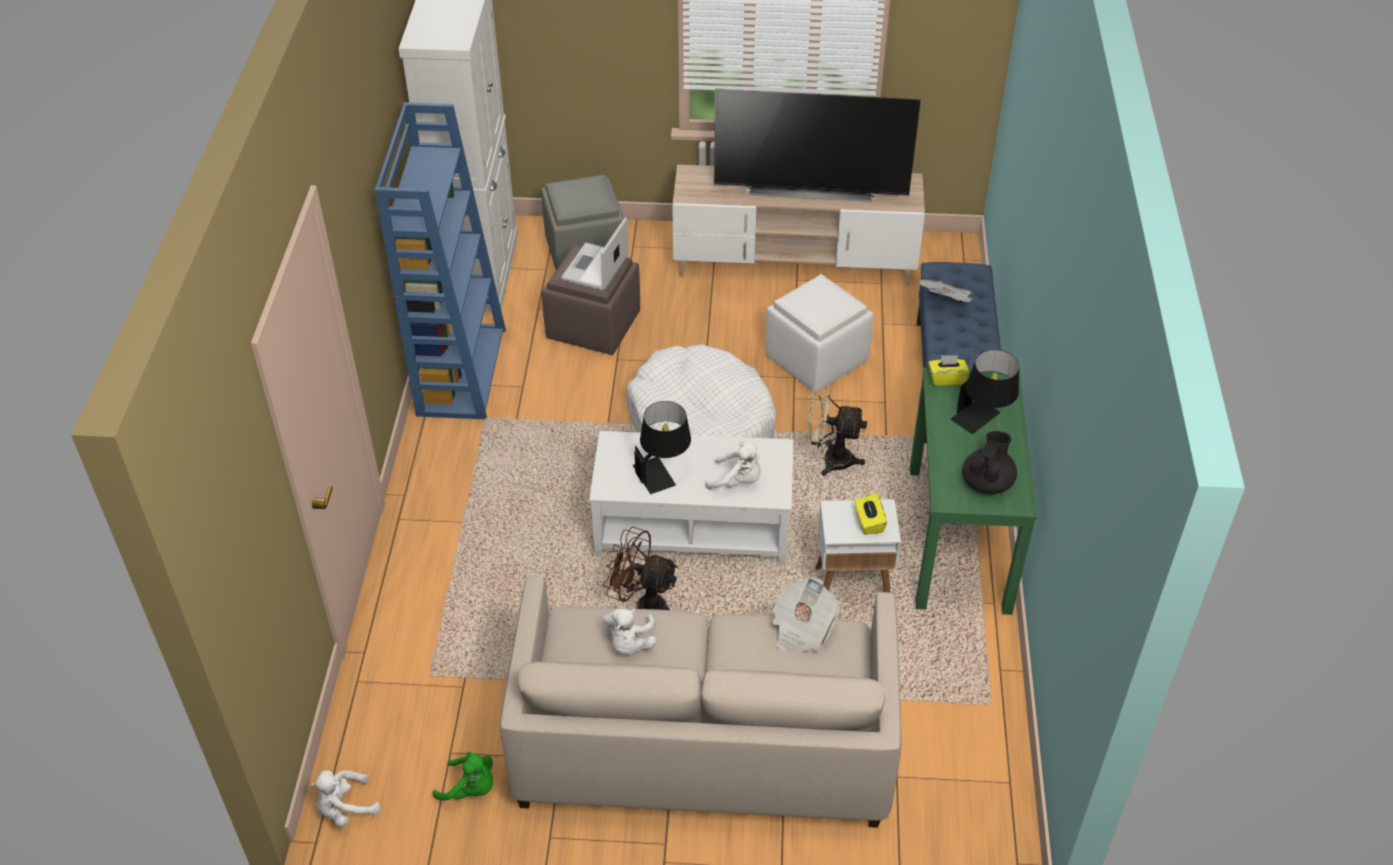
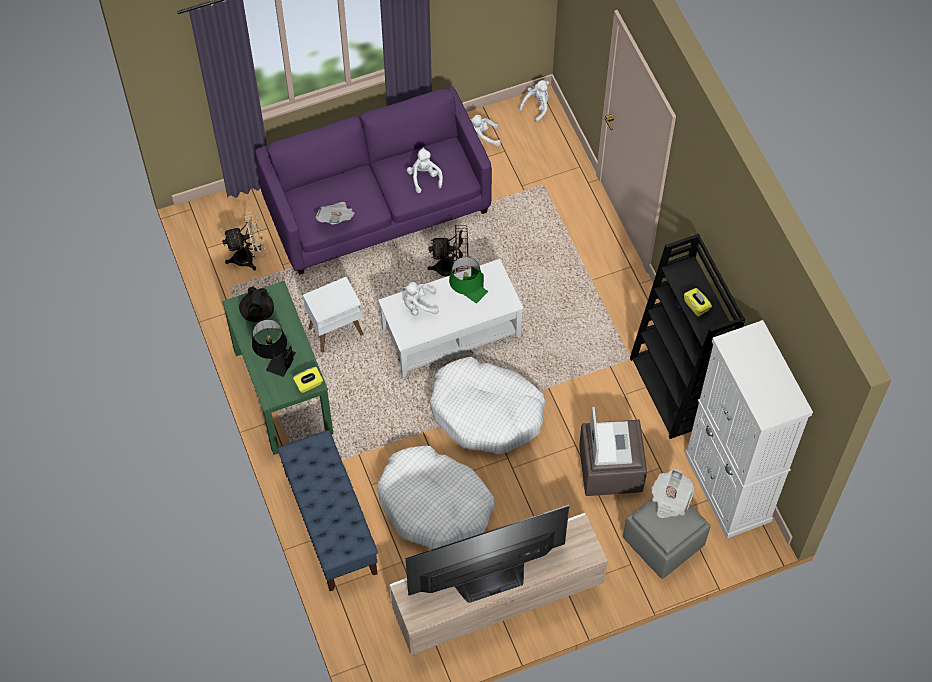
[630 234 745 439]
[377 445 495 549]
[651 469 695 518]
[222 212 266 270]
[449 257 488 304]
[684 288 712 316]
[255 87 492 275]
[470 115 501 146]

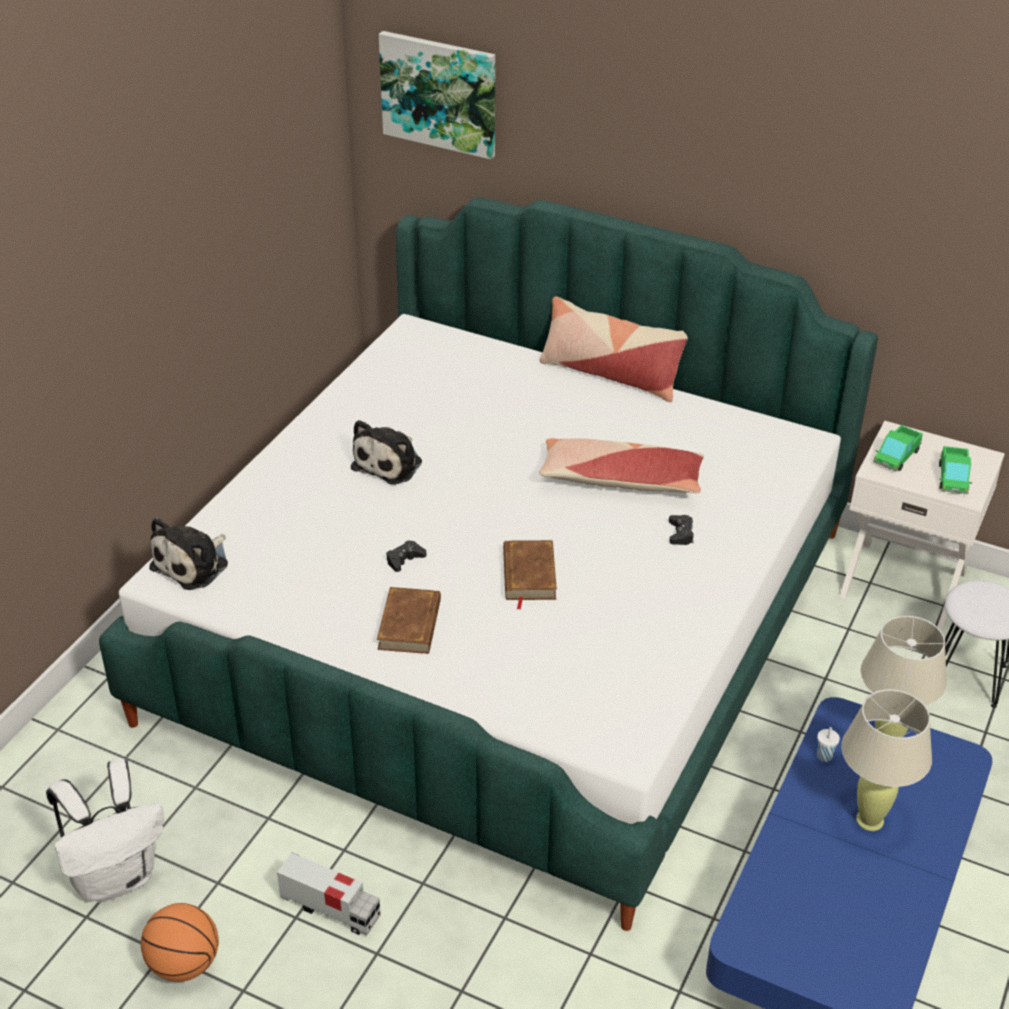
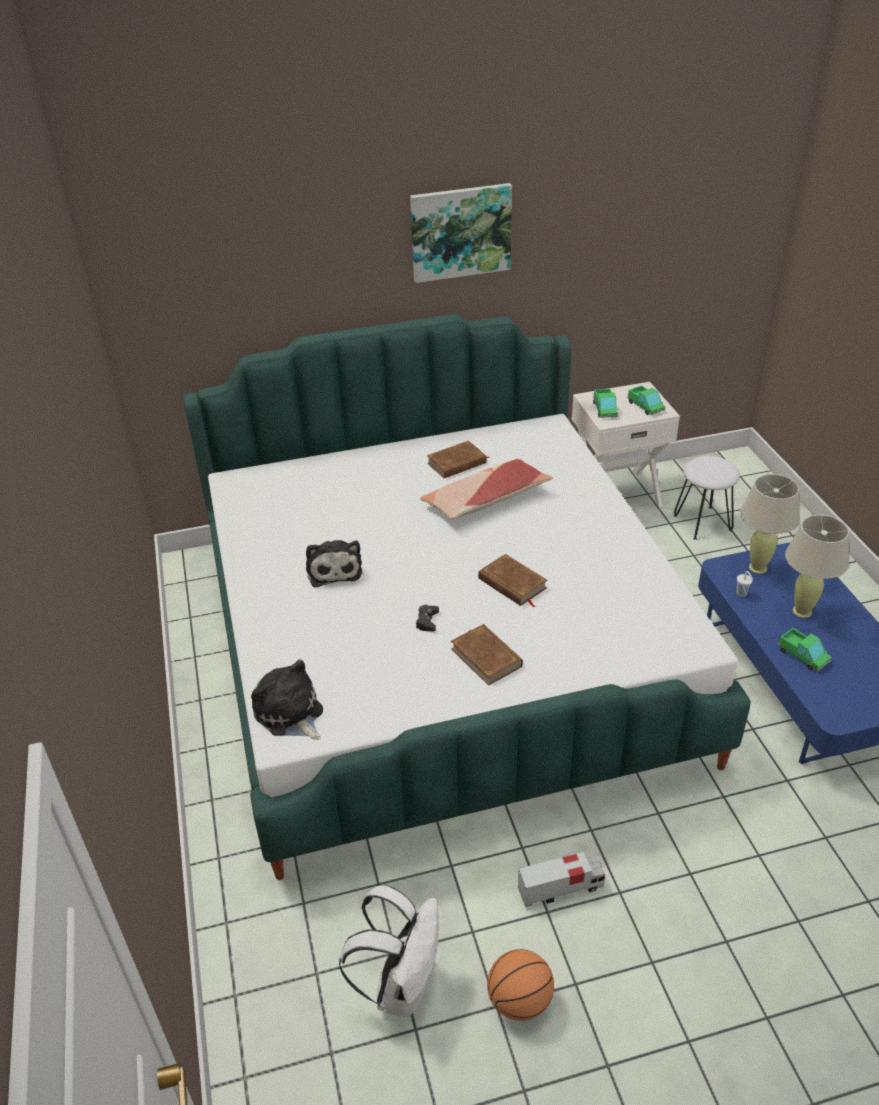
[410 183 512 283]
[540 296 688 402] (first image)
[669 515 694 545] (first image)
[251 659 323 740]
[427 441 490 478]
[778 628 832 671]

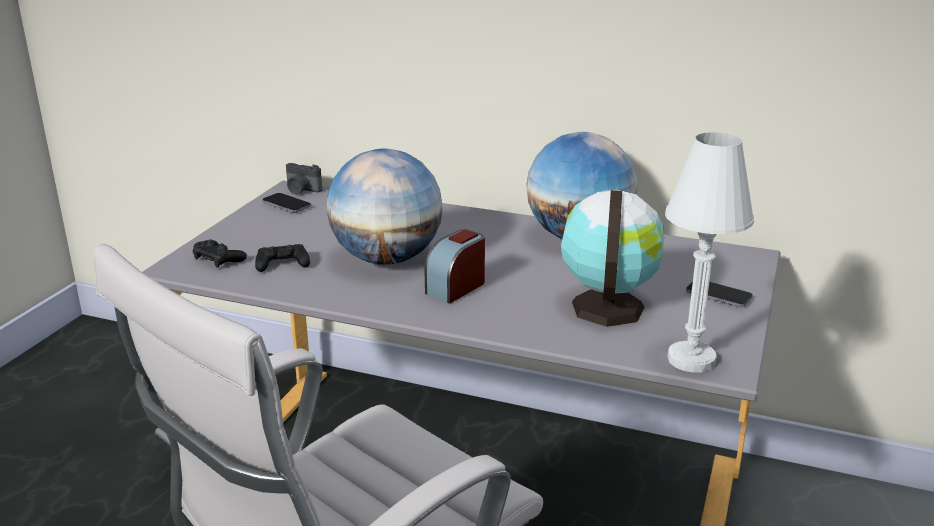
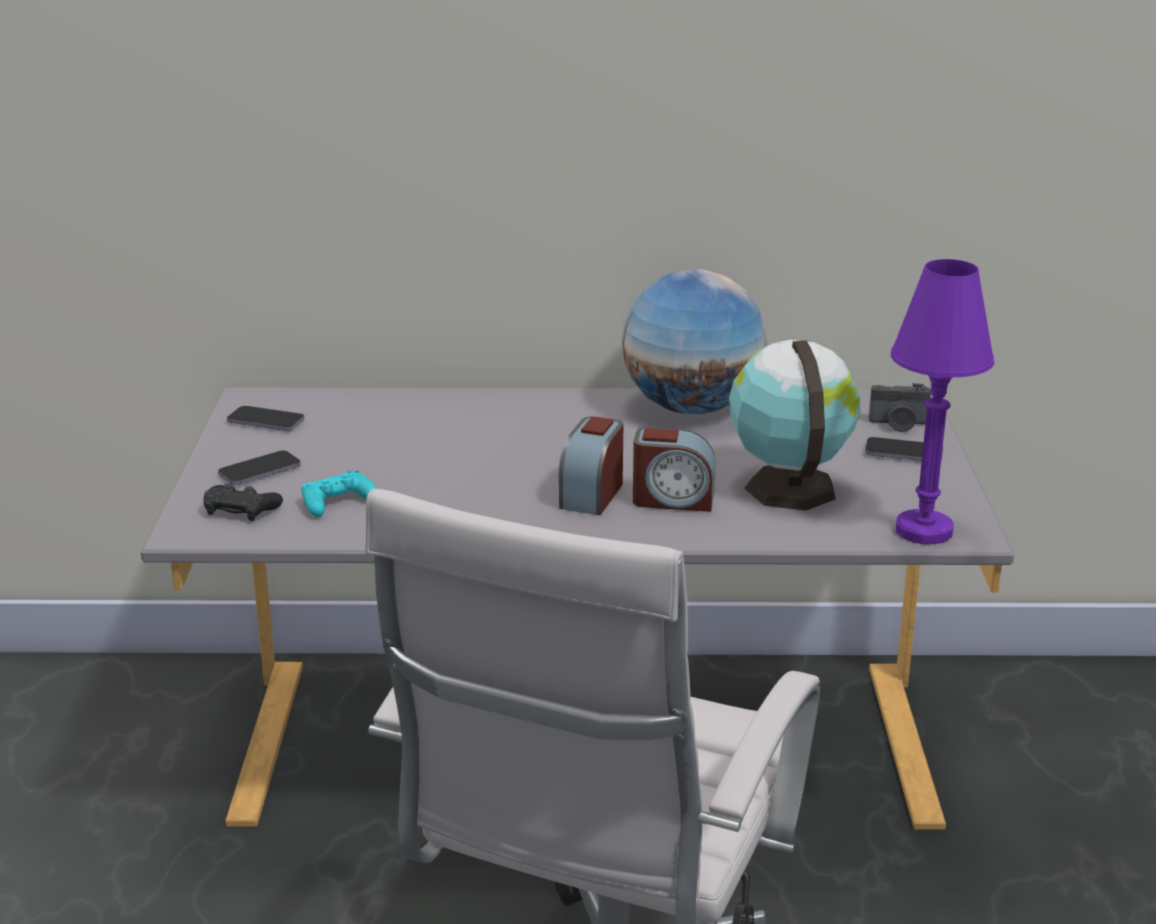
[891 259 994 544]
[326 149 443 265] (first image)
[869 383 931 432]
[301 471 377 517]
[633 427 715 512]
[218 450 301 485]

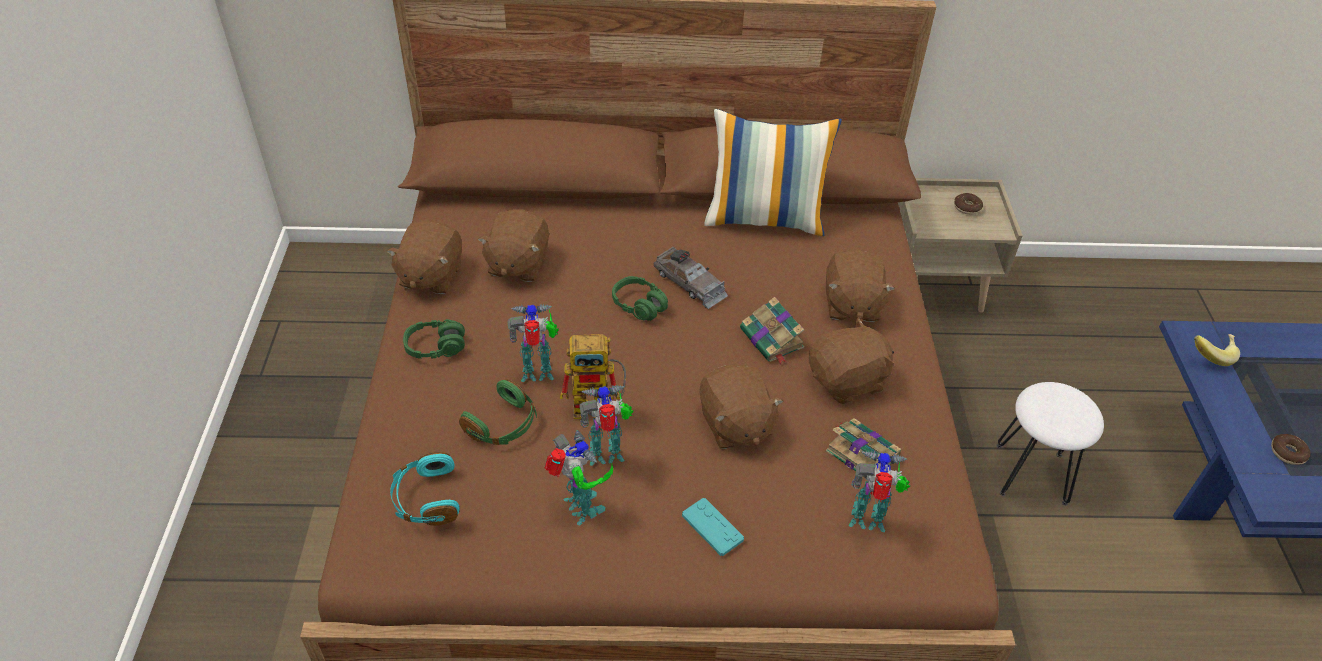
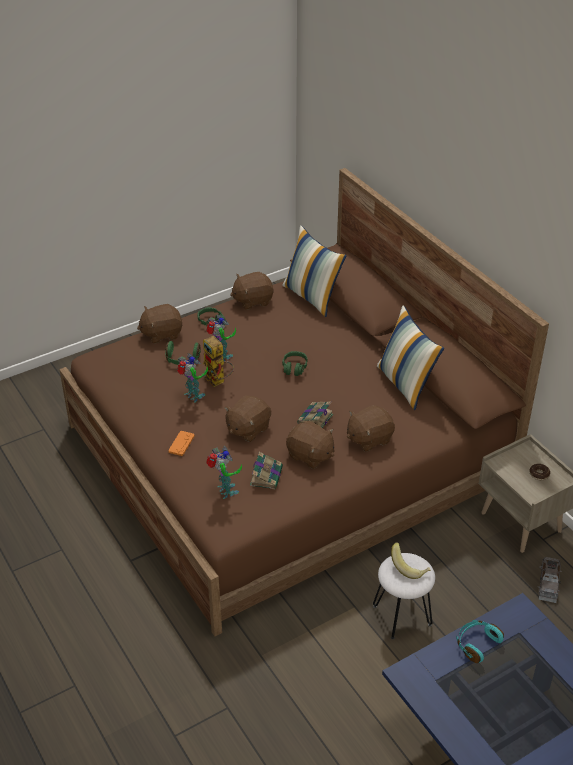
[137 304 182 344]
[538 557 562 603]
[391 542 431 579]
[545 430 613 525] (first image)
[1271 434 1311 465] (first image)
[456 620 504 663]
[168 431 195 456]
[283 225 347 317]

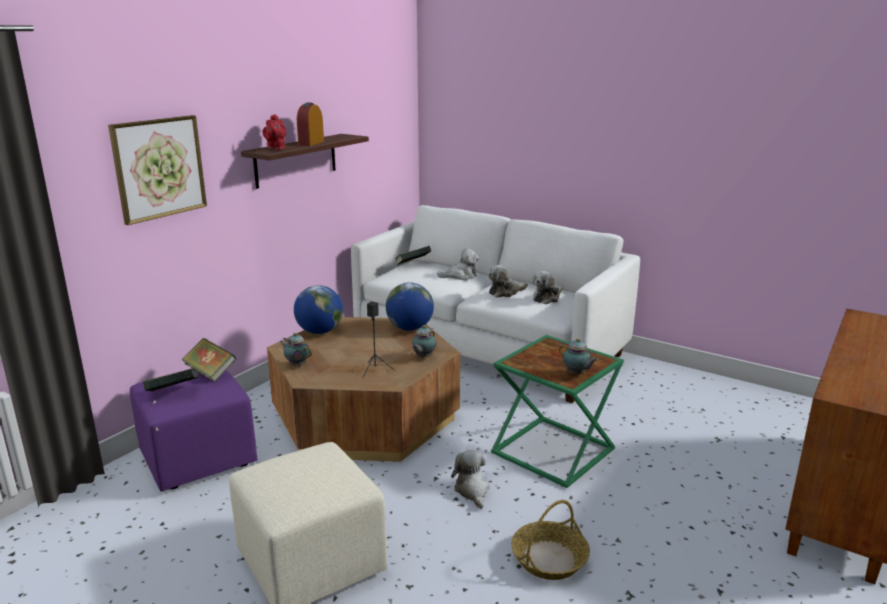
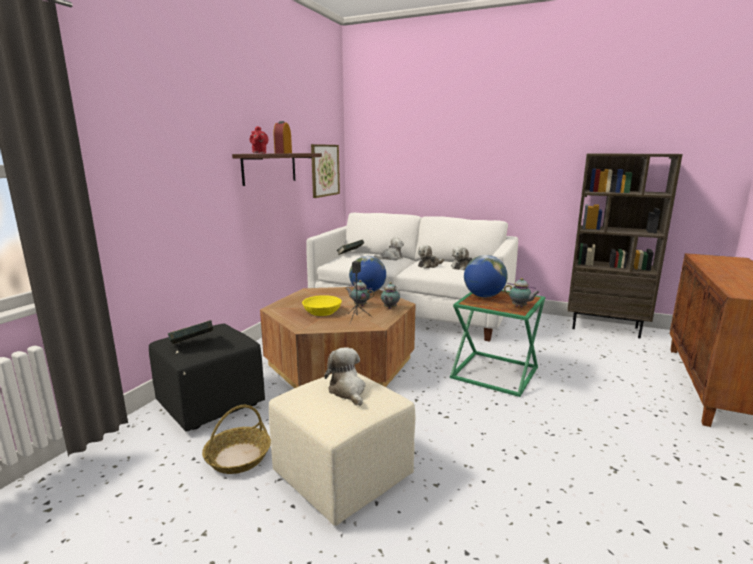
[311 144 340 198]
[464 255 508 297]
[346 280 374 306]
[181 338 236 382] (first image)
[149 324 265 432]
[324 347 365 406]
[202 405 271 474]
[567 154 683 338]
[302 295 342 316]

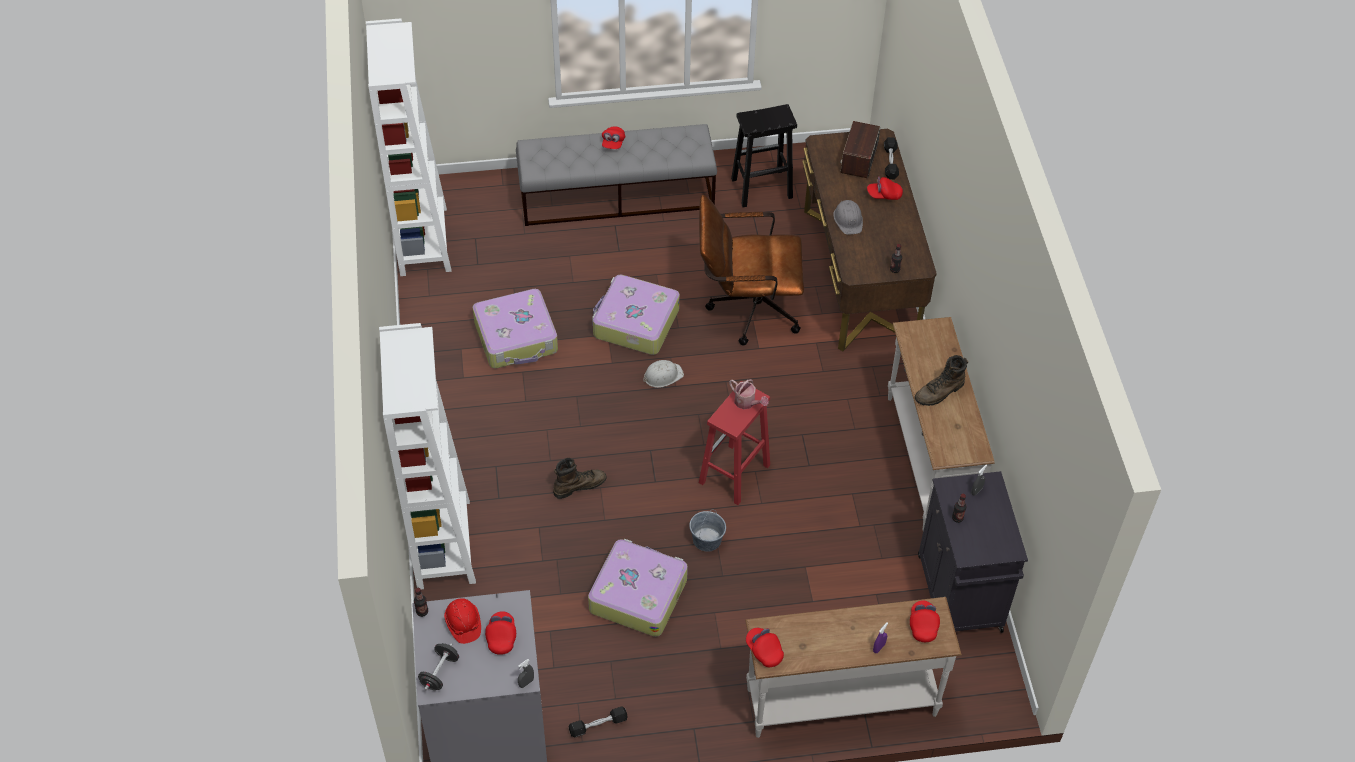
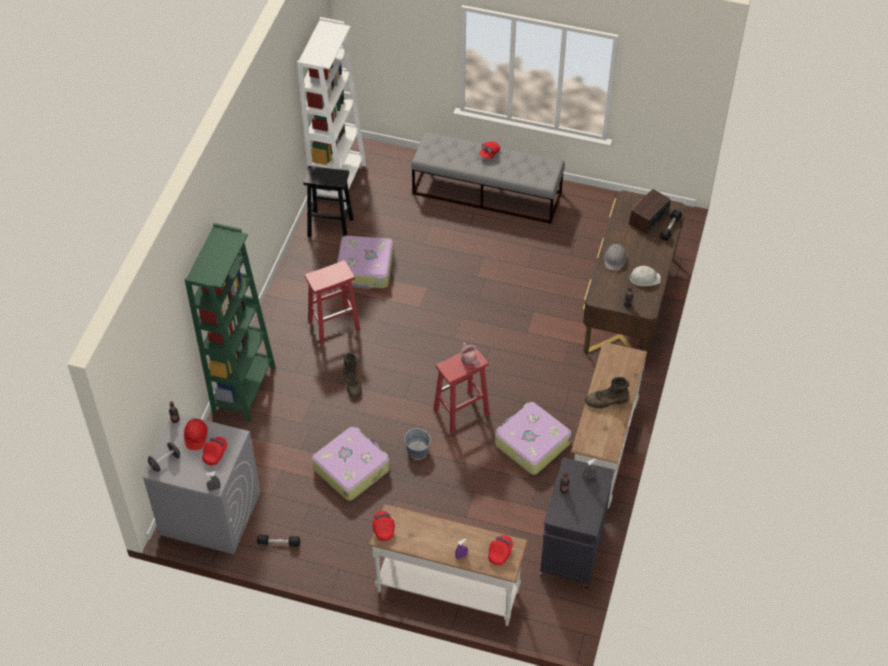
[303 166 354 237]
[867 176 903 200] (first image)
[699 195 804 346] (first image)
[495 402 571 475]
[185 223 276 422]
[628 266 661 286]
[343 352 362 398]
[305 260 360 345]

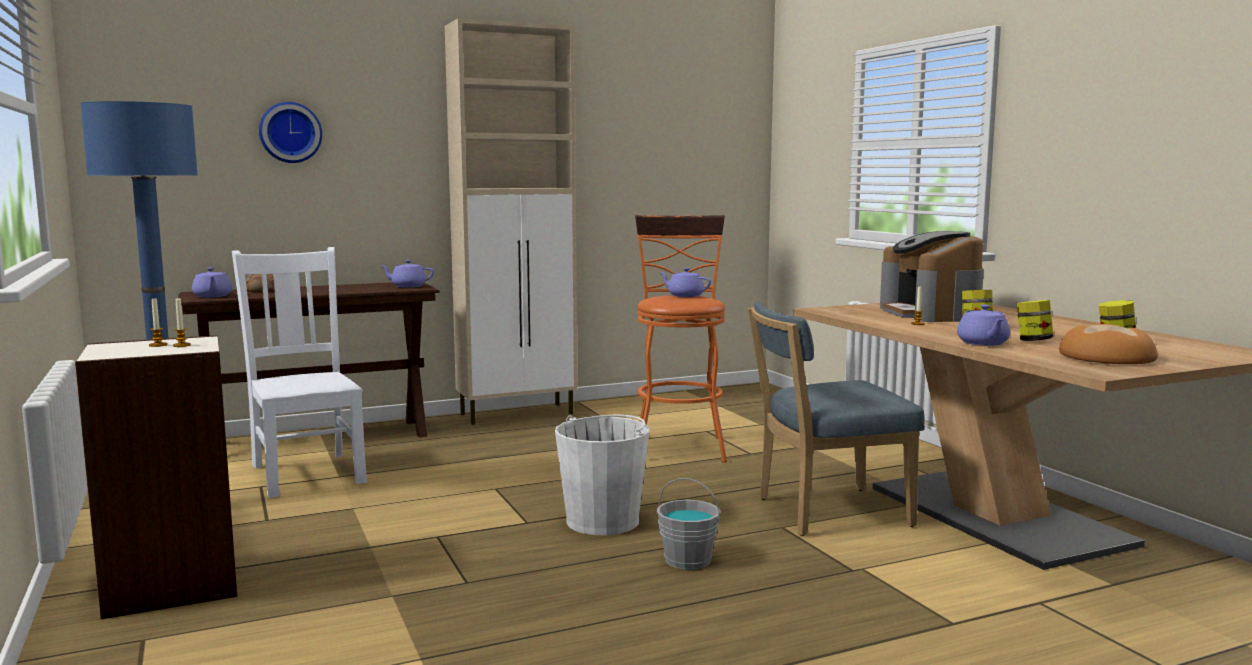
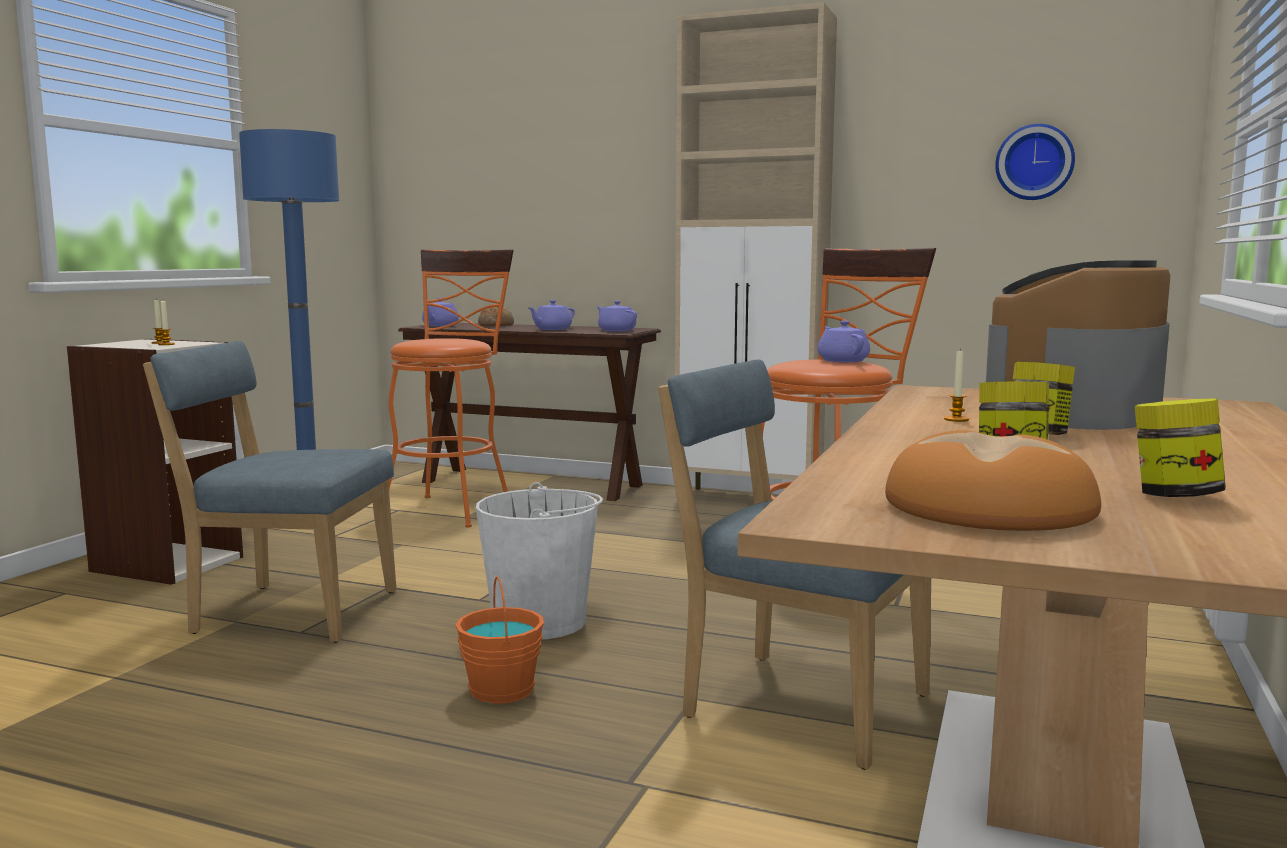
[995 124 1075 200]
[388 249 514 528]
[527 300 575 330]
[455 576 544 704]
[143 341 396 643]

